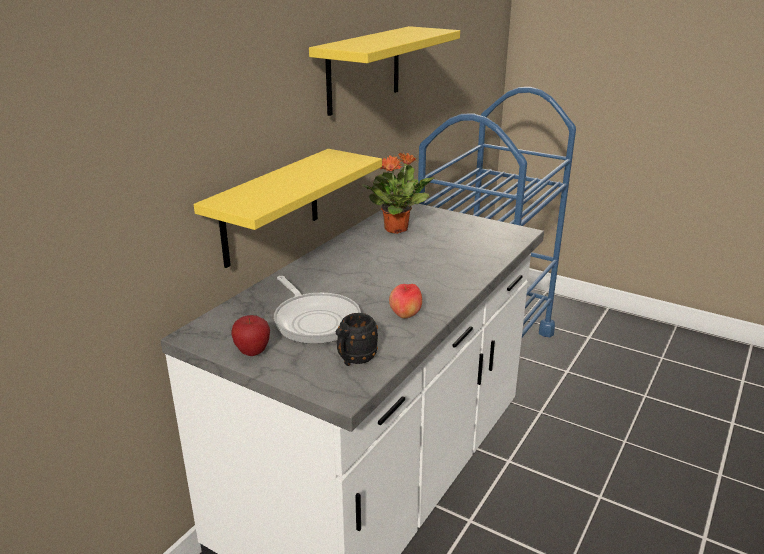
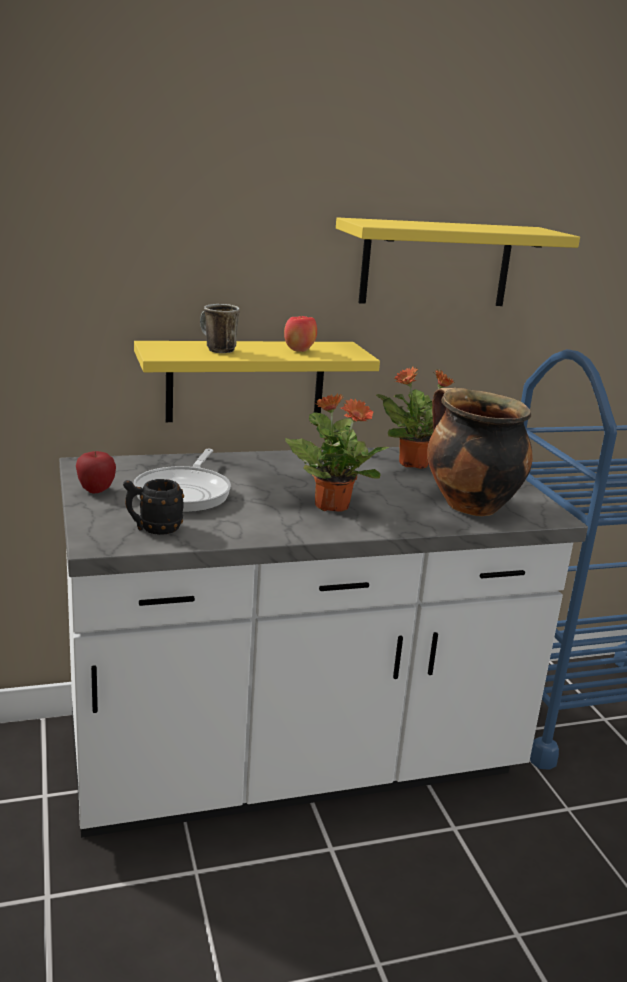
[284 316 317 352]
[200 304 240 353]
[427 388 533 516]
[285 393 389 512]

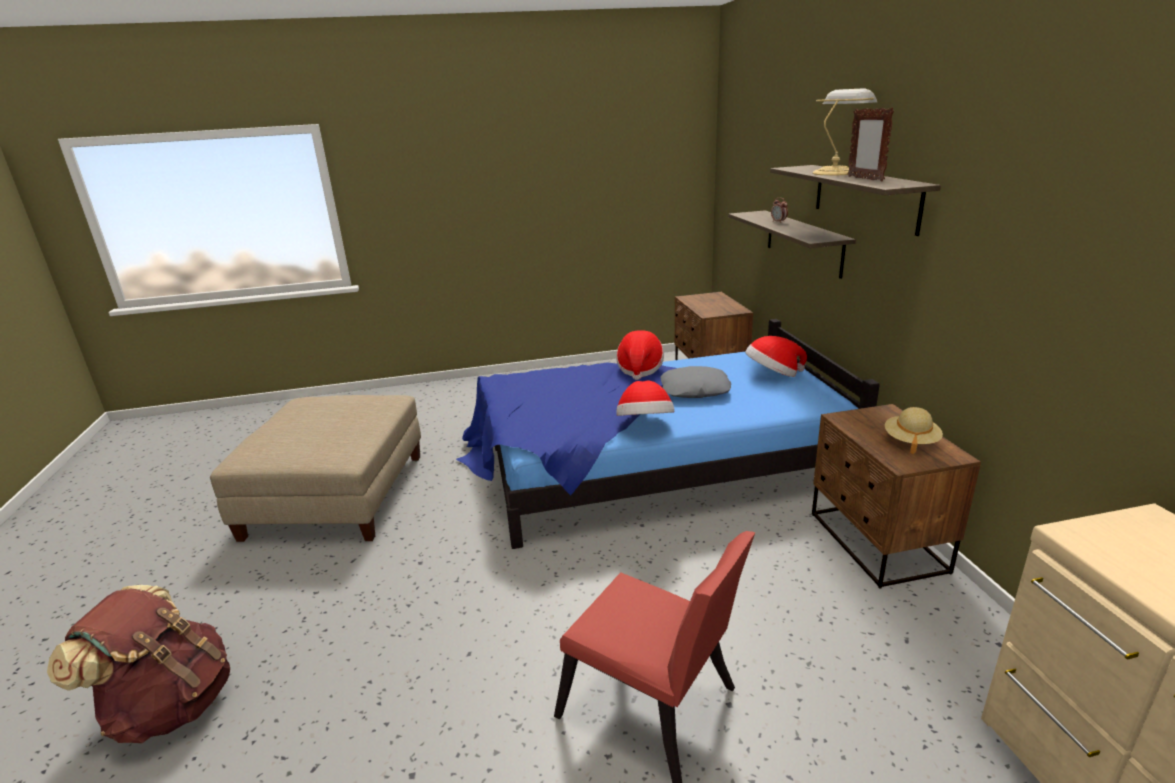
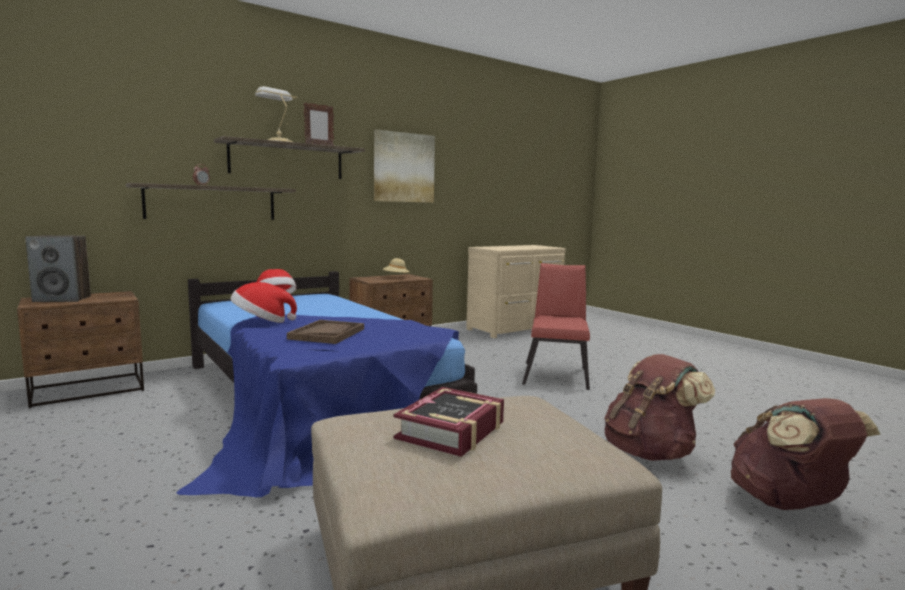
[660 366 731 398] (first image)
[616 380 674 416] (first image)
[374 130 435 203]
[25 235 91 302]
[287 320 364 344]
[604 354 715 461]
[393 387 504 457]

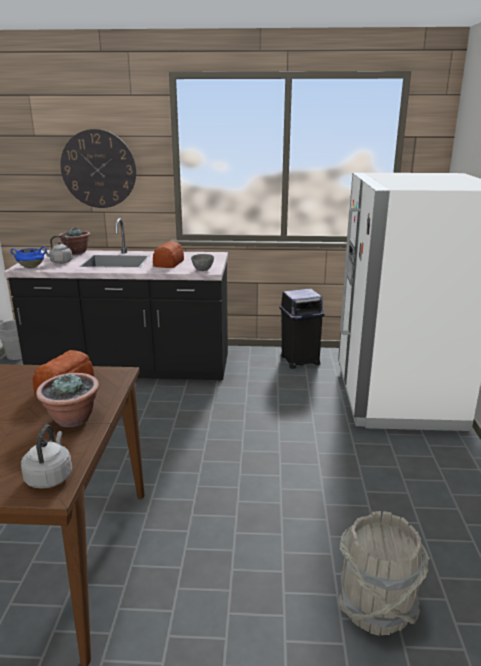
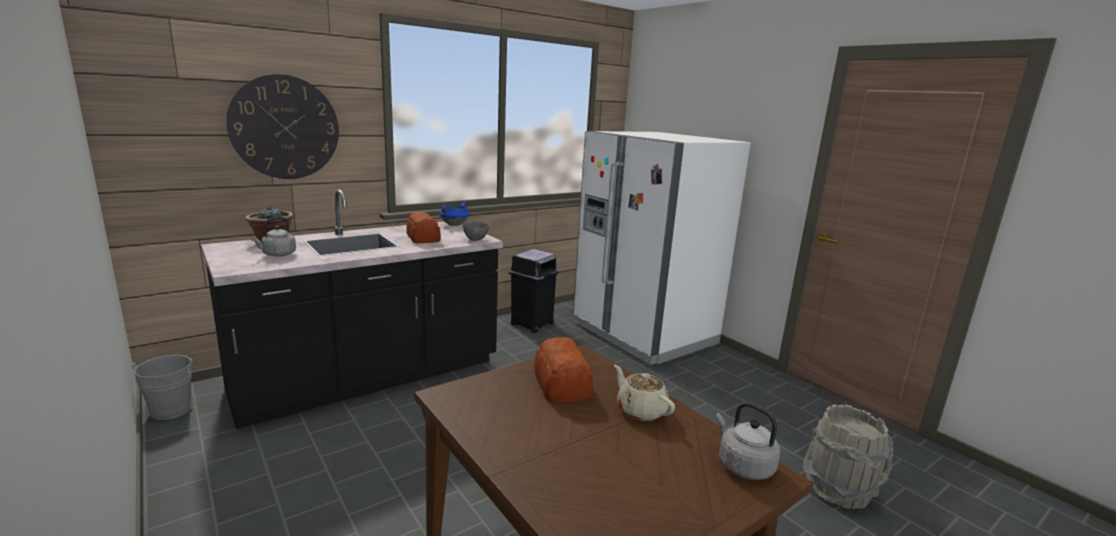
[440 202 470 226]
[614 364 675 421]

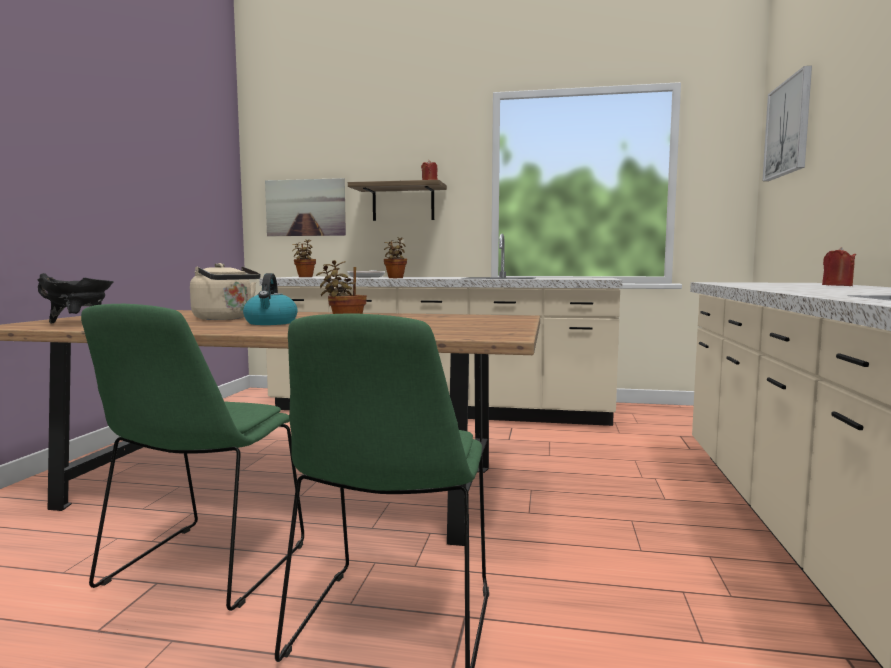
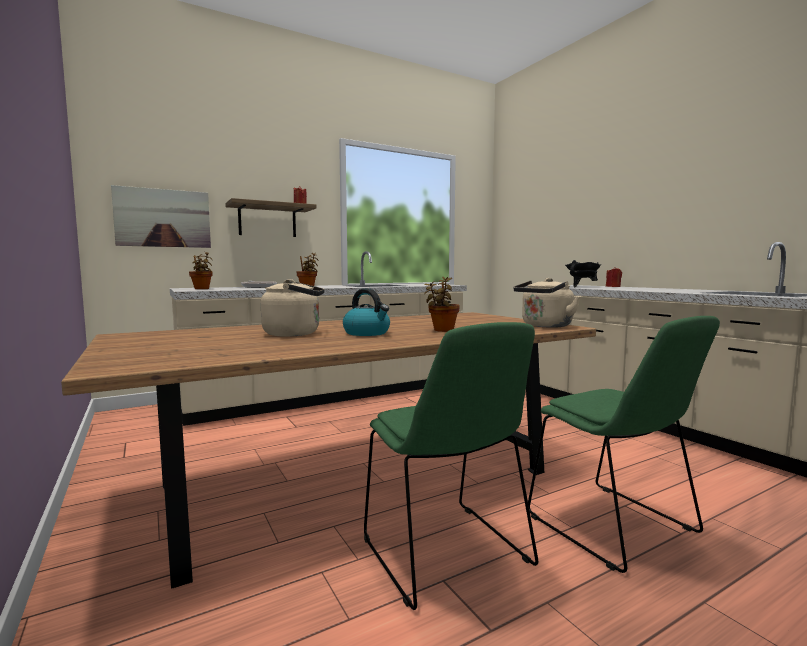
[762 66 812 181] (first image)
[565 260 601 287]
[513 278 580 328]

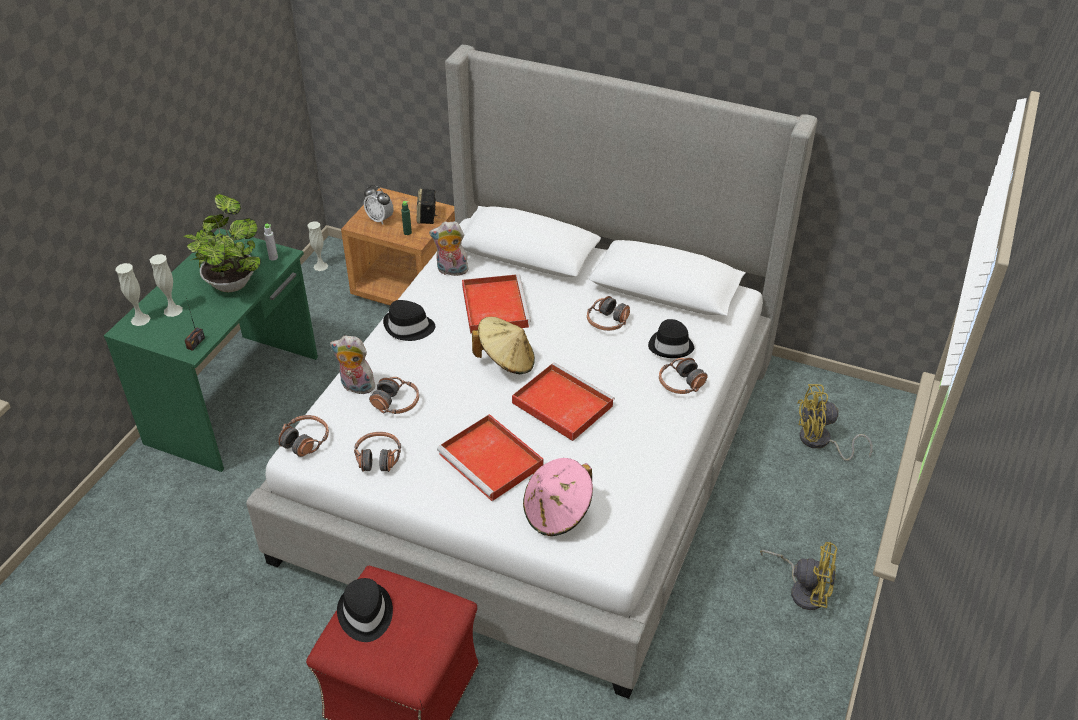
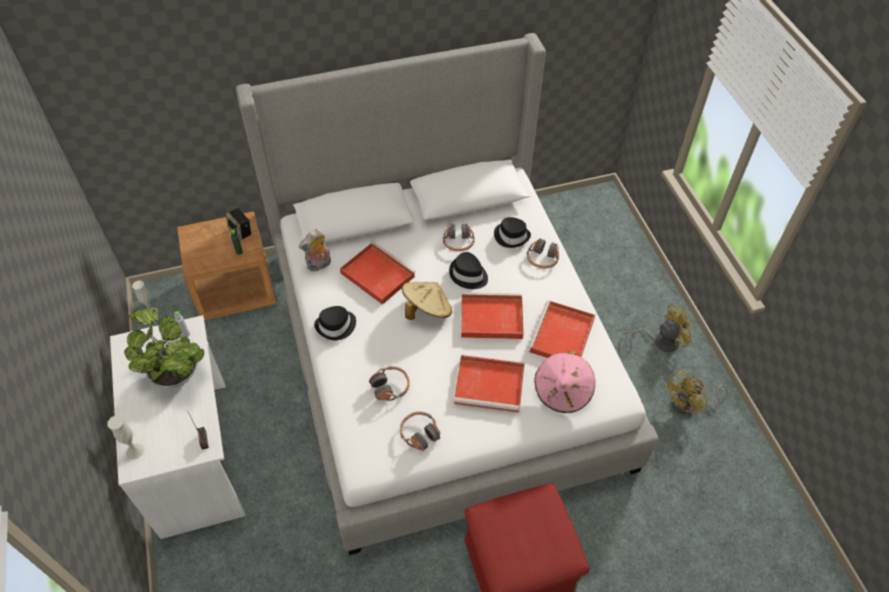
[364 185 394 225] (first image)
[110 315 246 539]
[150 254 183 317] (first image)
[330 335 375 394] (first image)
[664 370 728 415]
[278 415 329 457] (first image)
[449 252 488 289]
[528 301 595 358]

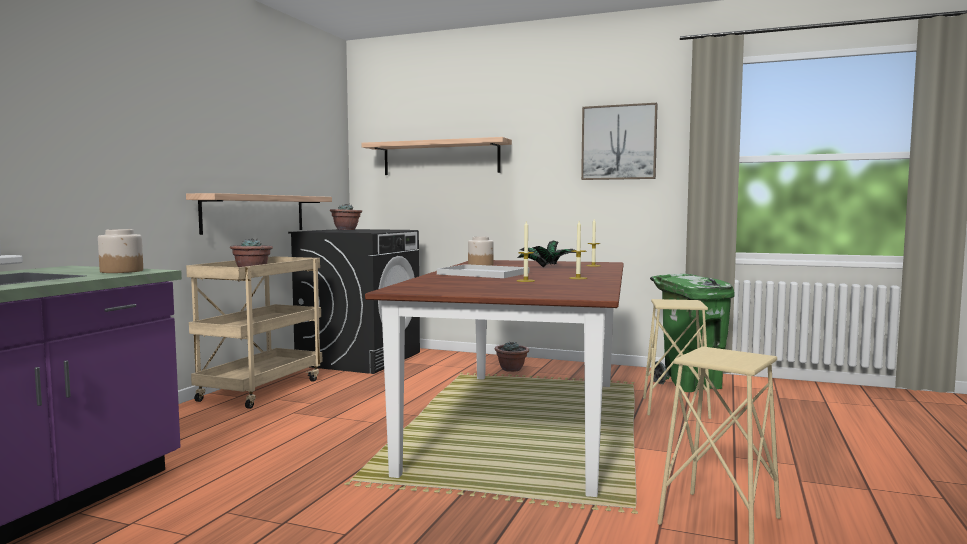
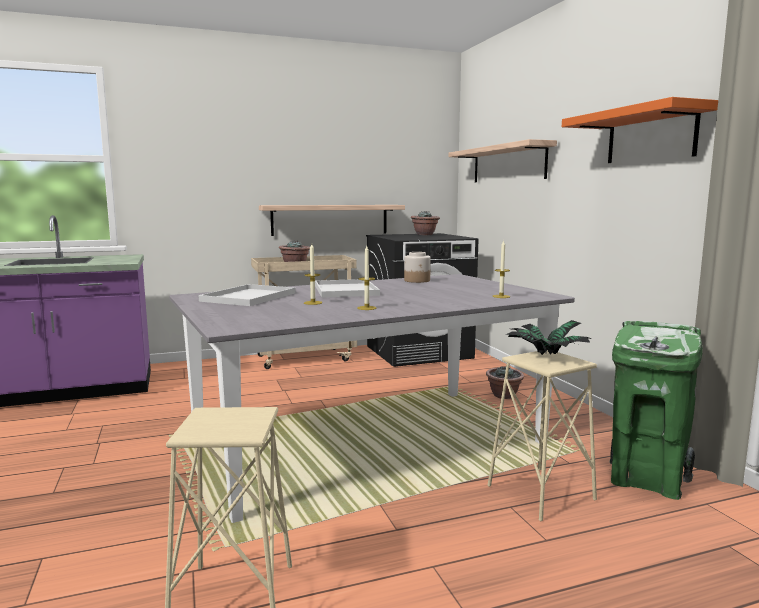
[562 97 718 163]
[98 229 143 273] (first image)
[505 320 591 355]
[169 274 575 523]
[199 284 295 306]

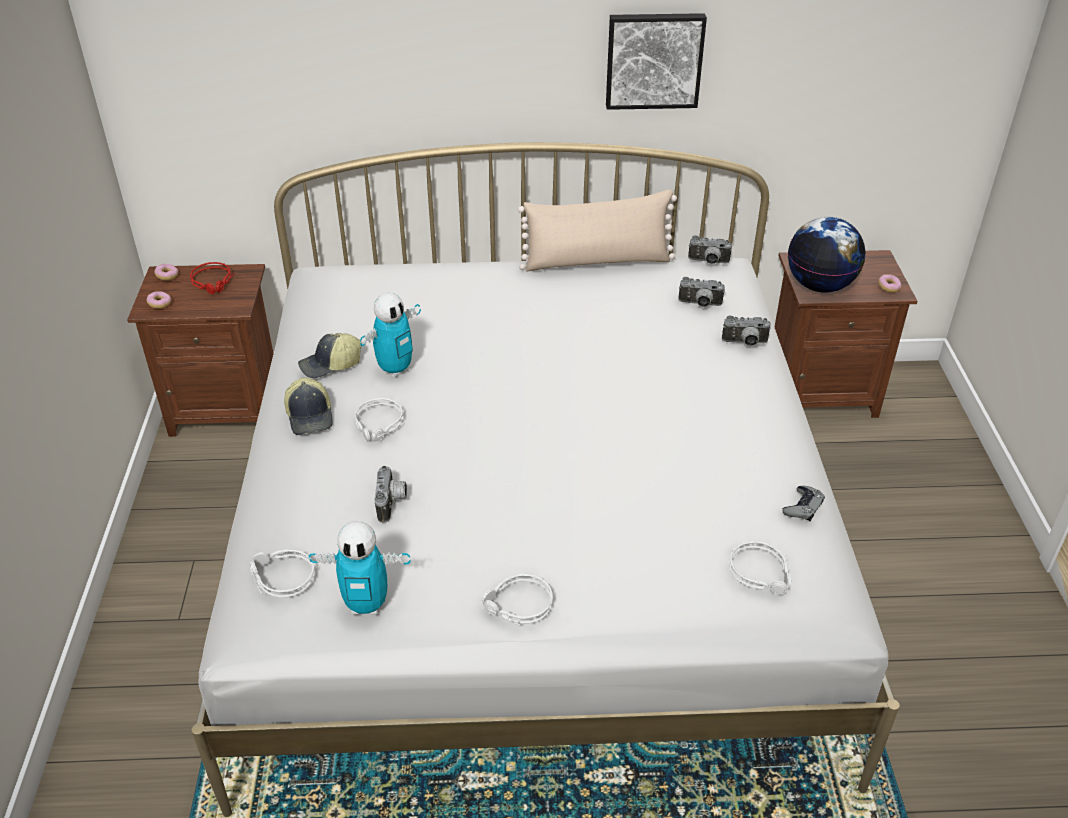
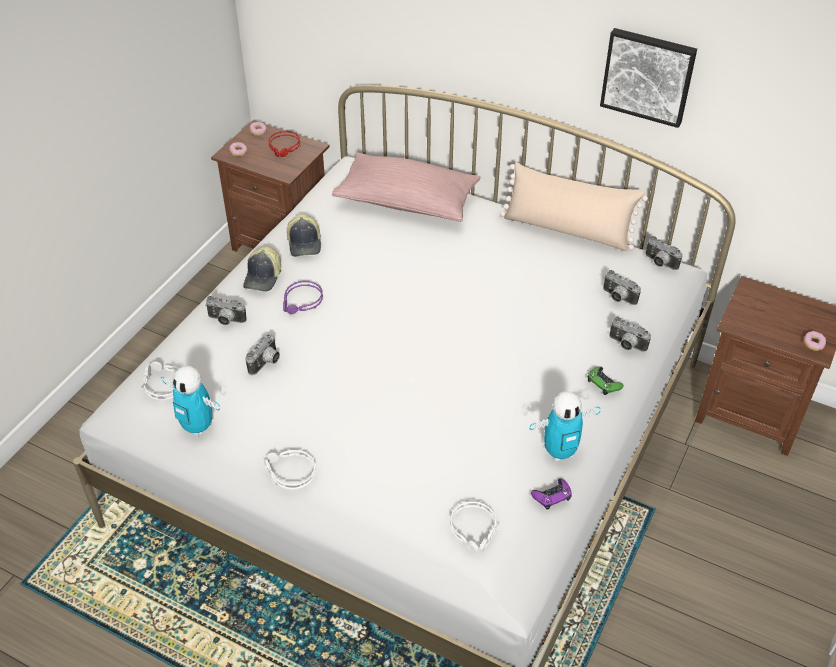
[788 217 865 293] (first image)
[530 391 600 462]
[287 214 321 257]
[283 281 323 314]
[531 479 572 510]
[332 153 480 222]
[205 296 247 325]
[588 366 623 395]

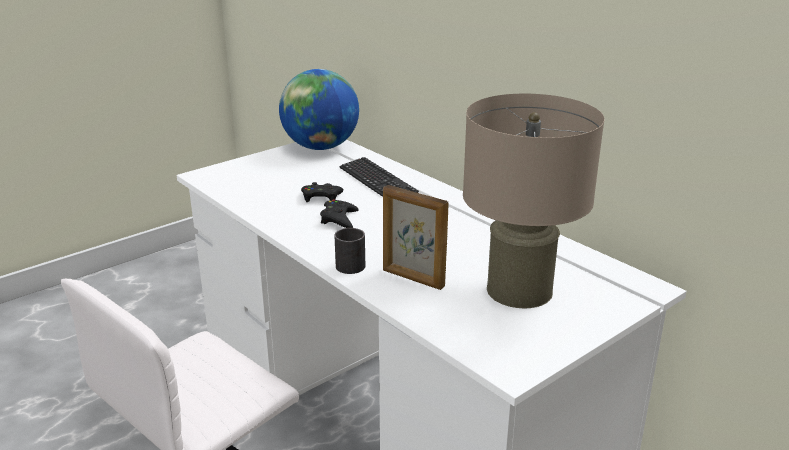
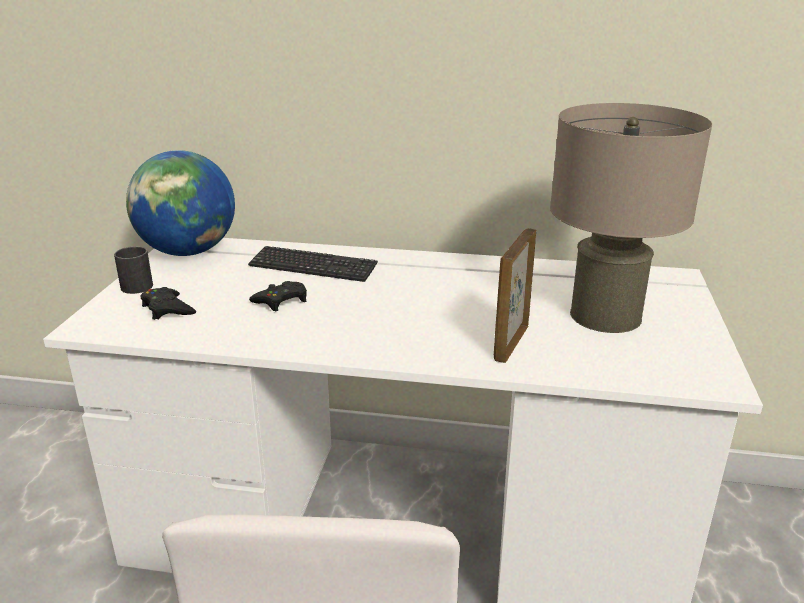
[494 228 536 363]
[140 287 196 320]
[114 246 153 294]

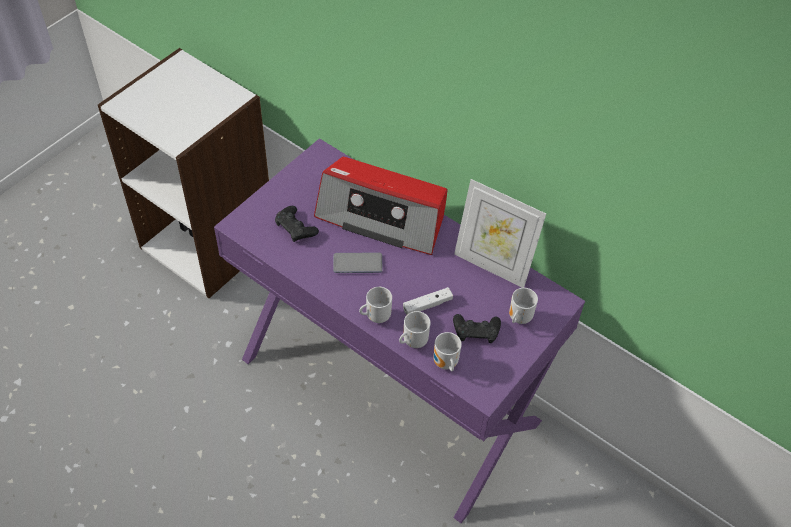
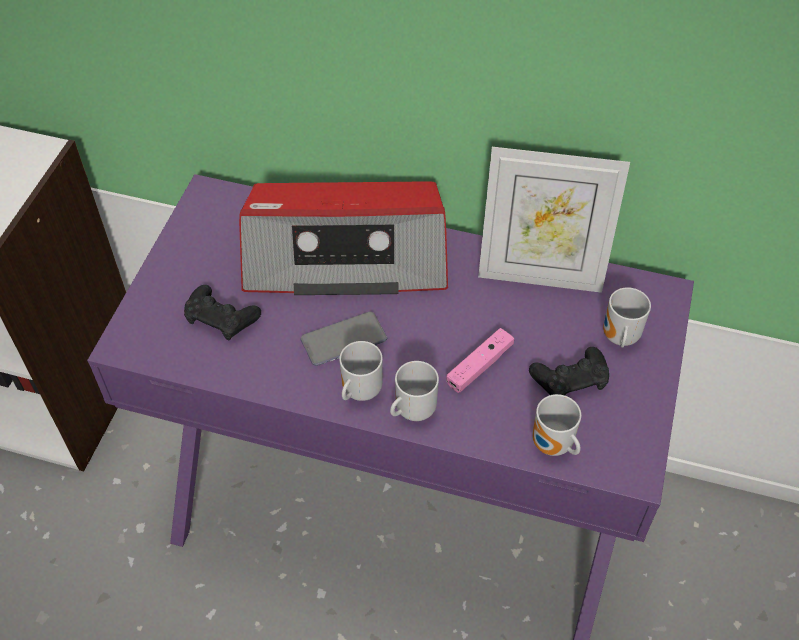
[446 328 514 393]
[339 341 383 401]

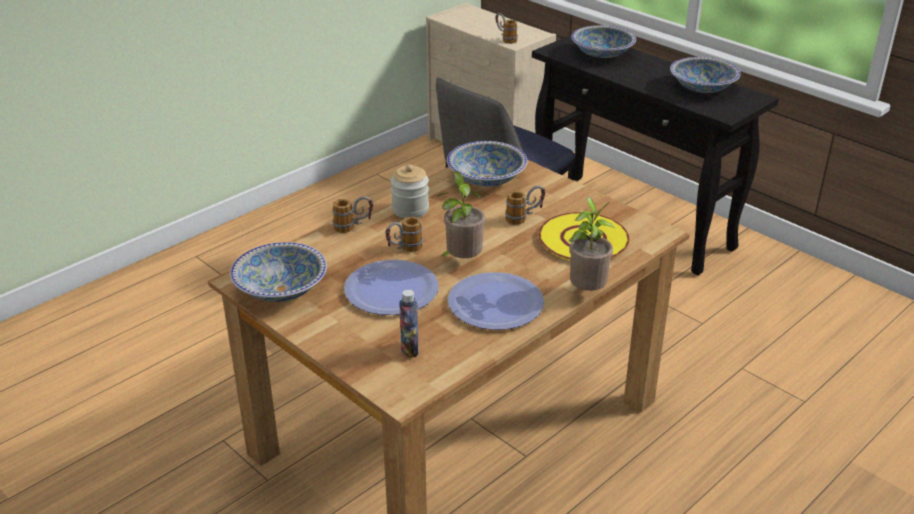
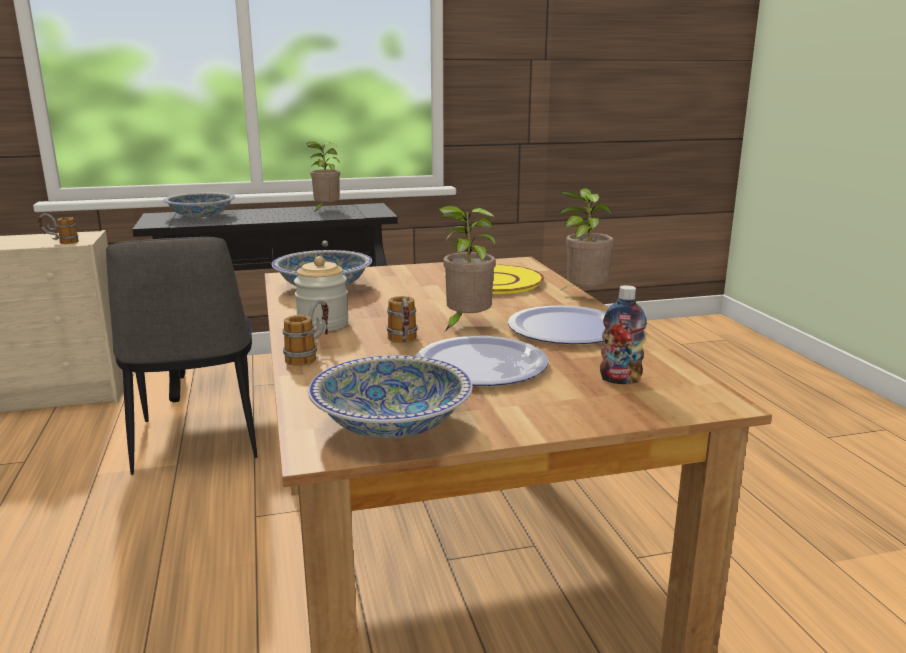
[306 142 340 213]
[505 186 545 225] (first image)

